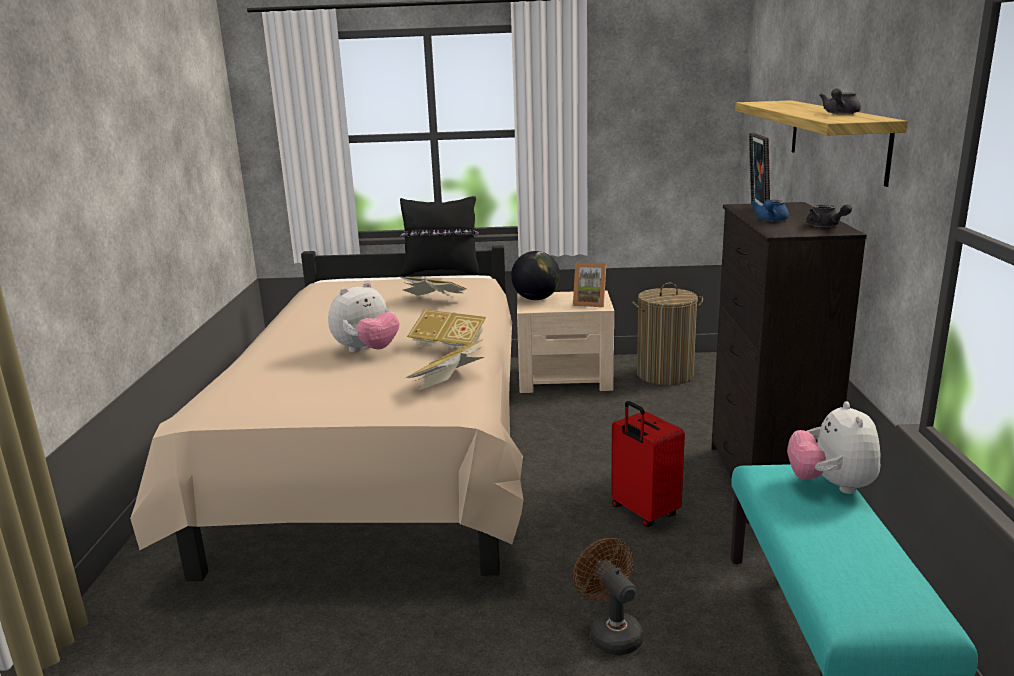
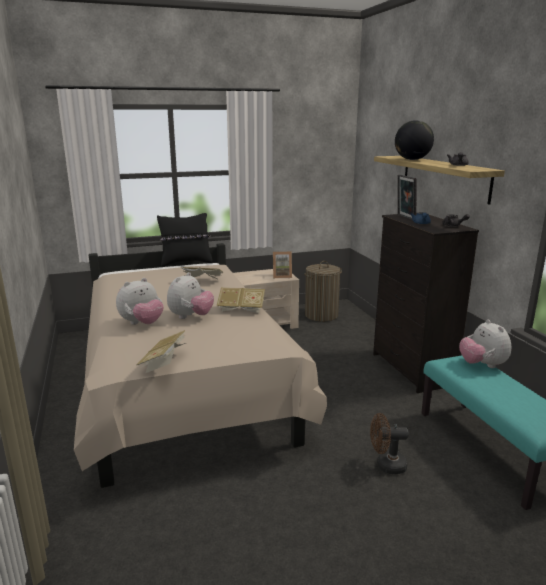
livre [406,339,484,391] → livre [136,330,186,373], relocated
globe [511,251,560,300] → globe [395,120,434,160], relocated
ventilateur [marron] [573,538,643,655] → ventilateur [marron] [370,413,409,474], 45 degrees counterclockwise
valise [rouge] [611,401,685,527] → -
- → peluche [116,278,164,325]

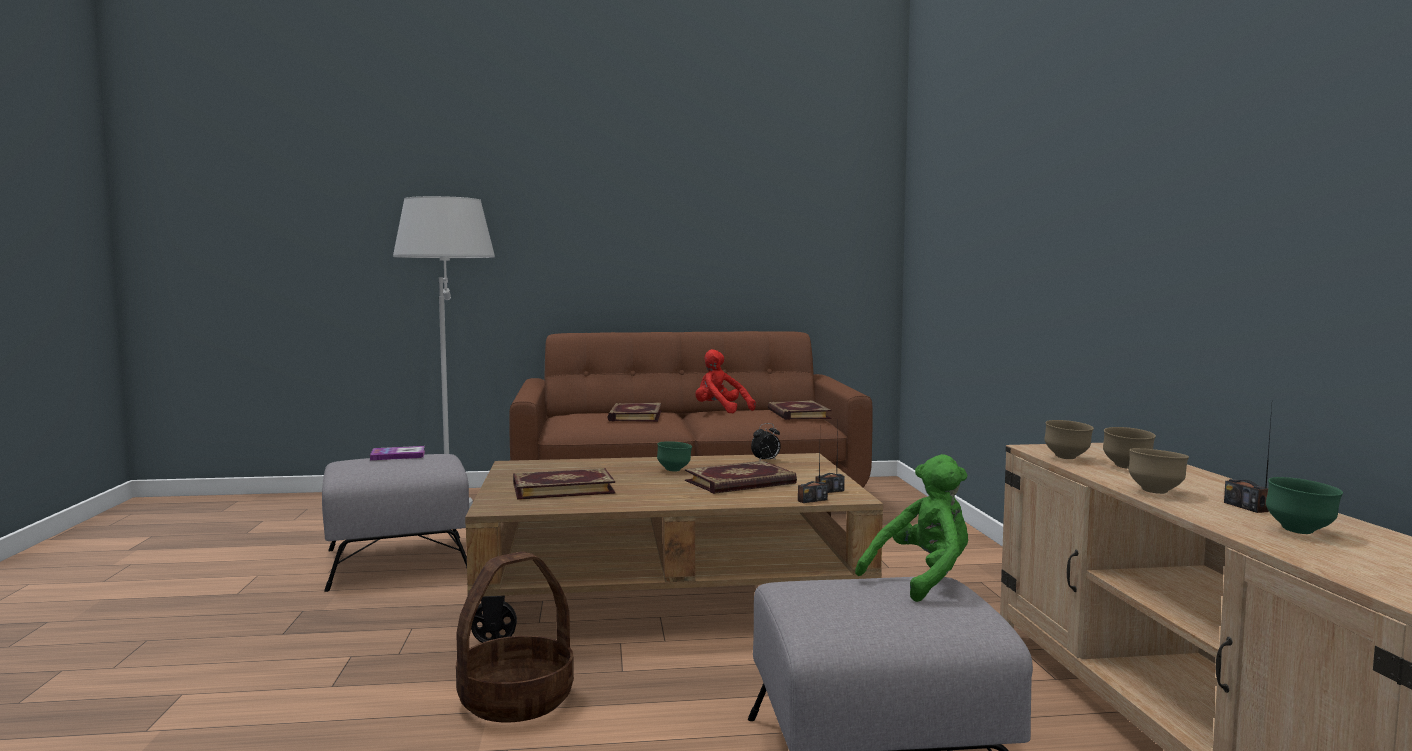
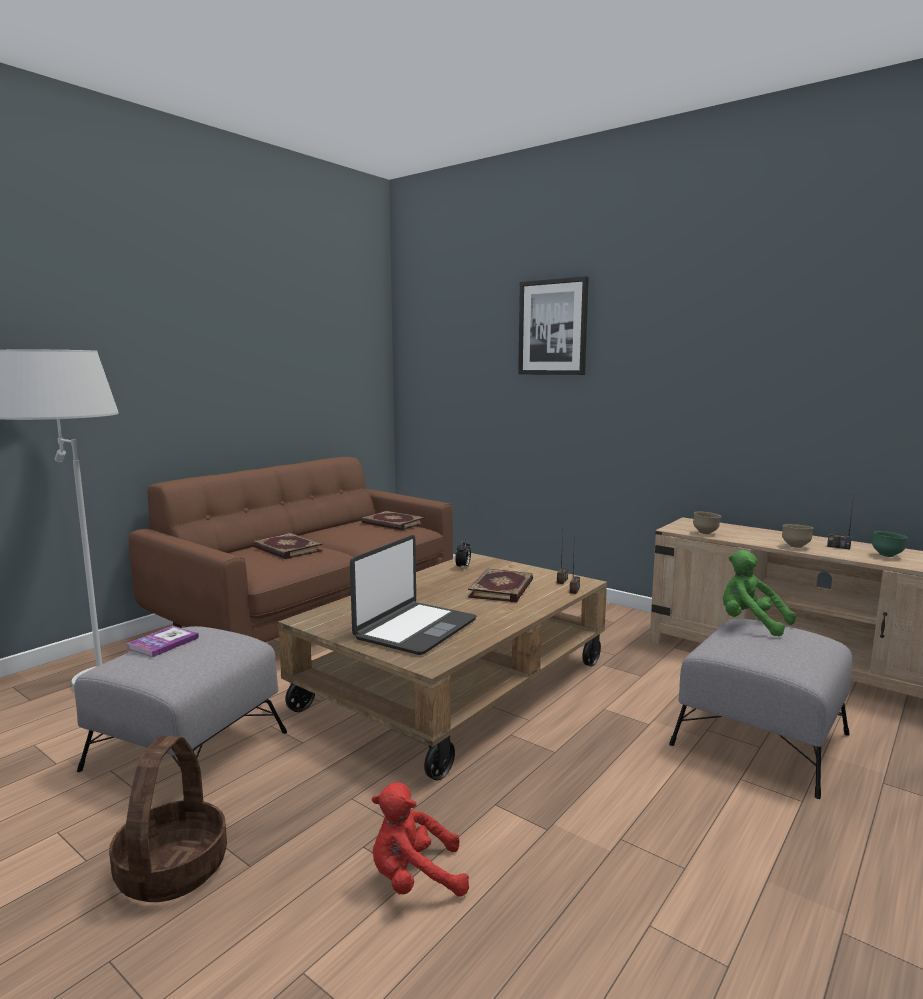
panier [456,551,574,722] → panier [109,736,227,902], relocated
livre [513,468,615,500] → ordinateur portable [350,535,476,655]
bol [vert] [657,441,692,472] → -
peluche [rouge] [695,349,756,413] → peluche [rouge] [372,782,469,896], relocated
peluche [vert] [855,454,968,602] → peluche [vert] [723,550,796,636], 60 degrees counterclockwise
bol [marron] [1103,427,1156,469] → -
- → tableau [518,276,589,375]

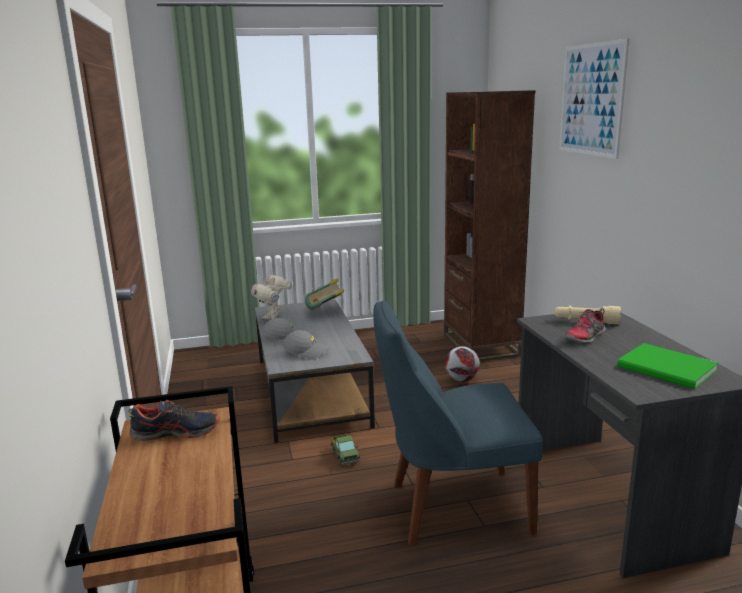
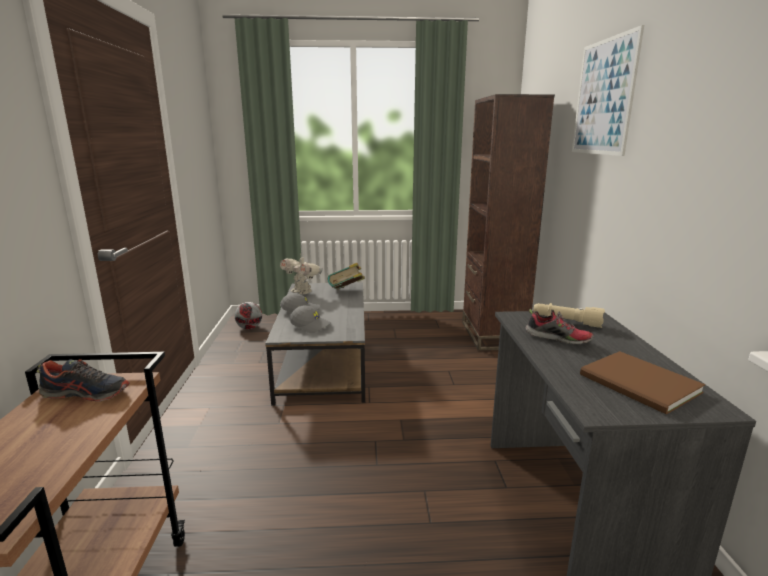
robot jouet [251,275,292,319] → robot jouet [280,255,323,294], 75 degrees counterclockwise
camion jouet [331,434,360,465] → -
chaise [bleu] [373,301,543,545] → -
ballon de foot [445,346,480,382] → ballon de foot [235,302,262,329], relocated
chaussure [565,308,605,343] → chaussure [525,309,594,345], 120 degrees counterclockwise
livre [vert] [617,343,718,389] → livre [marron] [580,351,705,415]

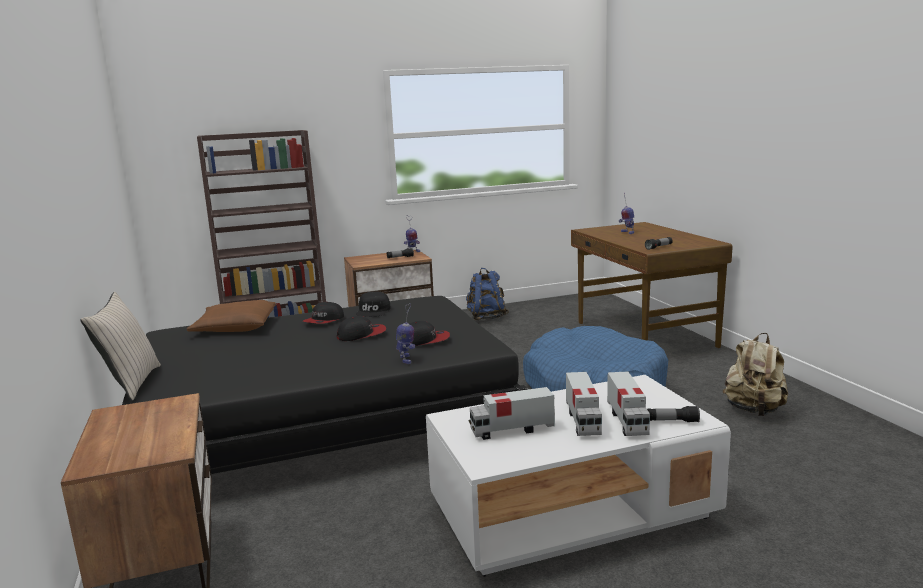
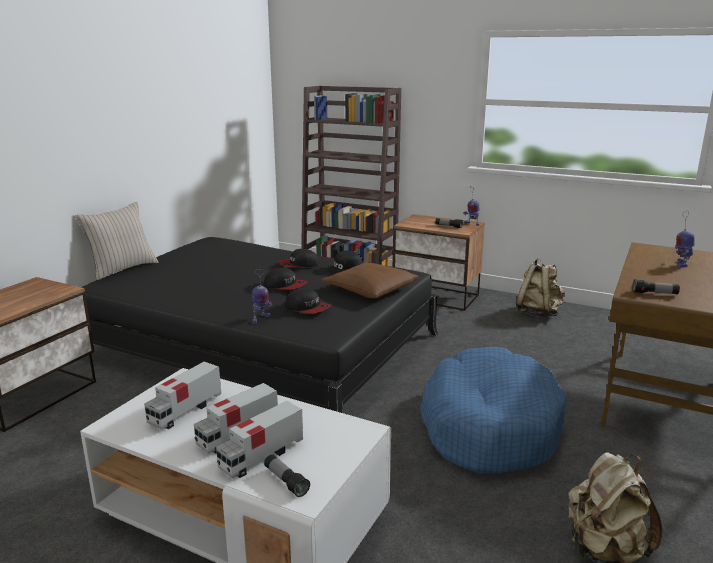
coussin [marron] [187,300,276,332] → coussin [marron] [321,262,419,298], relocated
sac à dos [bleu] [466,268,509,321] → sac à dos [beige] [516,258,565,317]
camion jouet [468,387,555,440] → camion jouet [144,361,221,430], 90 degrees counterclockwise

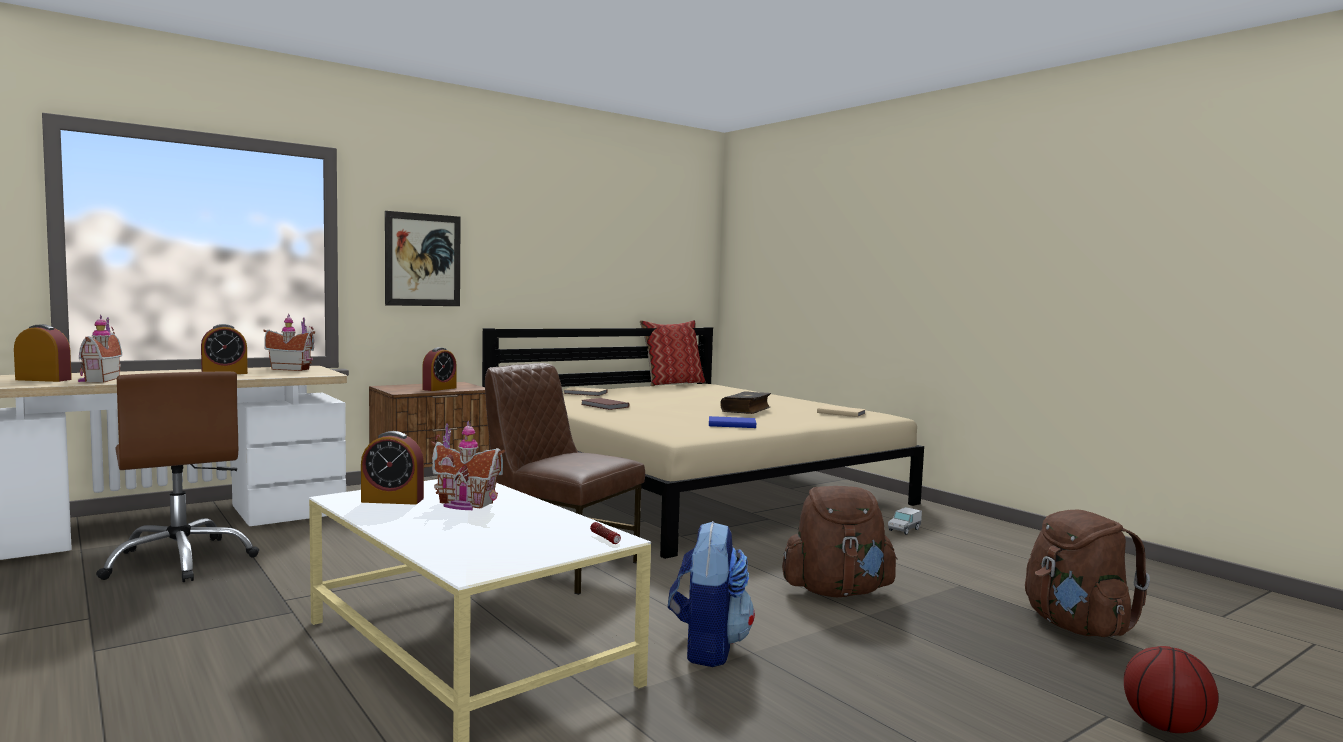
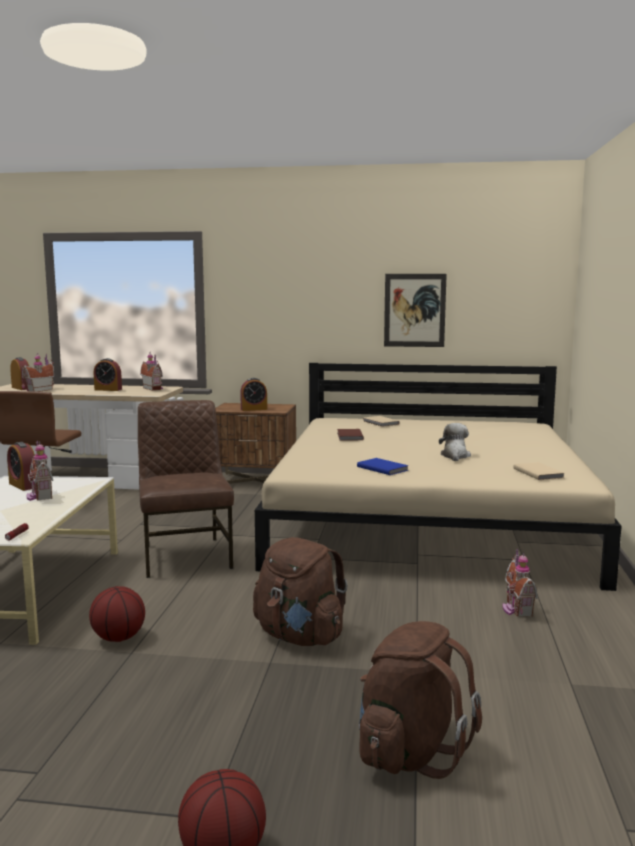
tableau [385,211,461,306] → tableau [384,274,447,347], relocated
coussin [640,320,706,386] → -
sac à dos [668,521,755,667] → ballon de basket [89,586,145,642]
livre [720,391,771,414] → peluche [439,423,471,461]
camion jouet [888,507,922,535] → maison miniature [503,549,538,616]

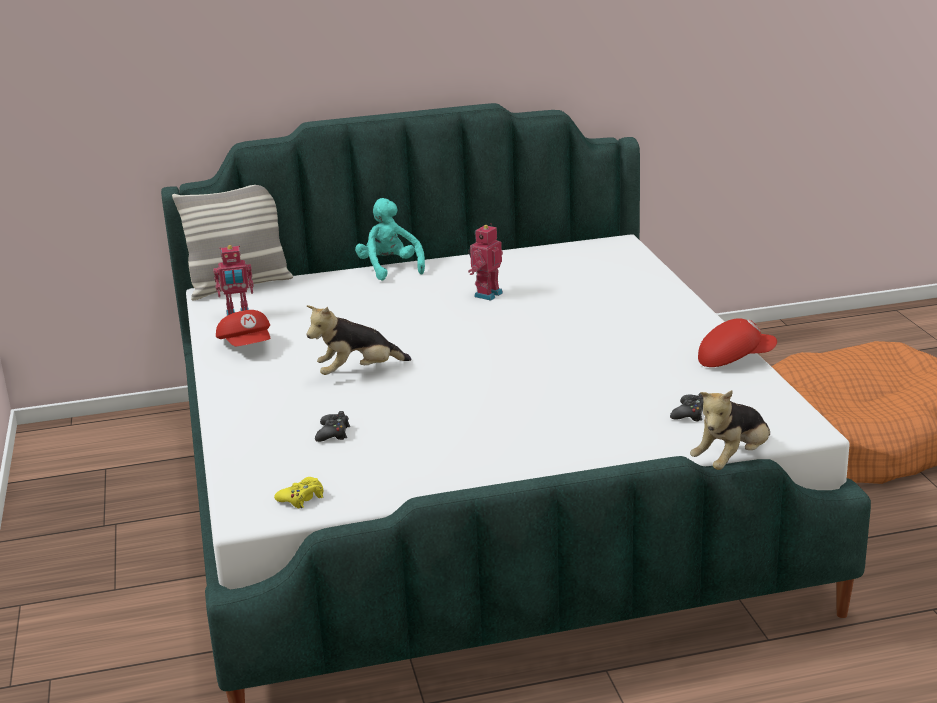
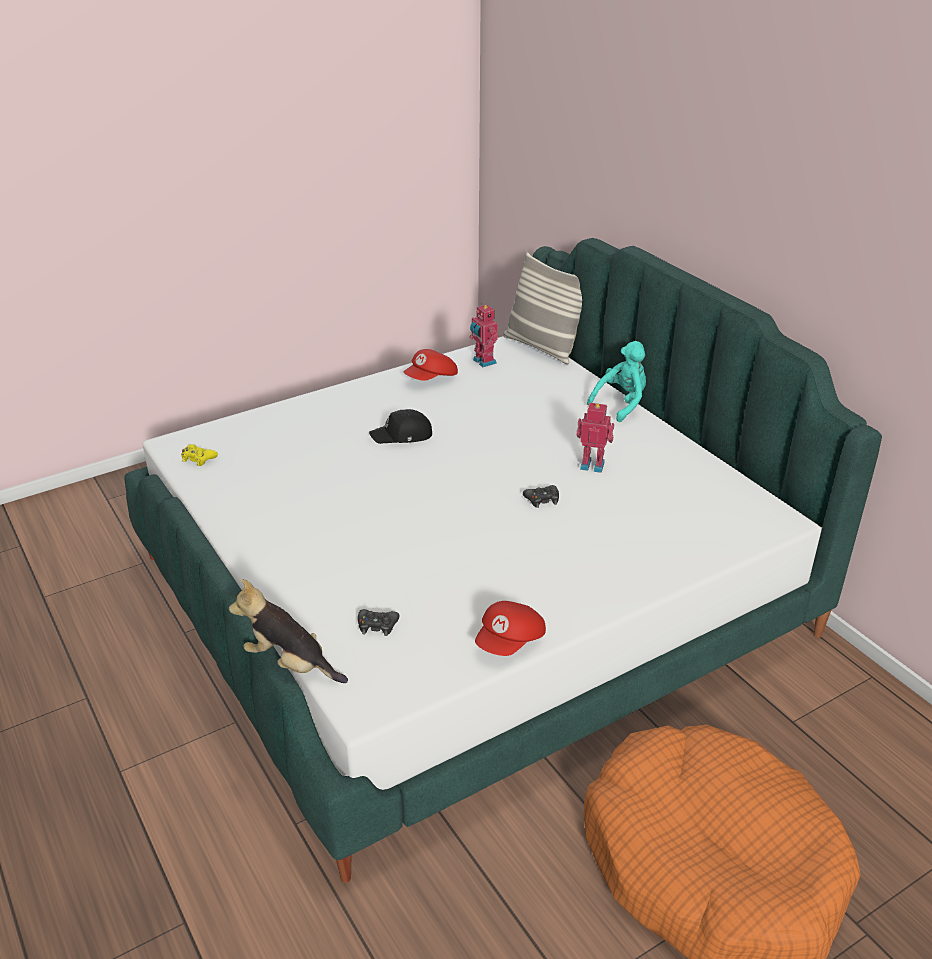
peluche [306,305,412,375] → casquette [noir] [369,409,432,444]
manette [noir] [315,411,350,442] → manette [noir] [523,485,559,508], relocated
casquette [rouge] [698,318,777,367] → casquette [rouge] [475,601,546,656], 60 degrees clockwise

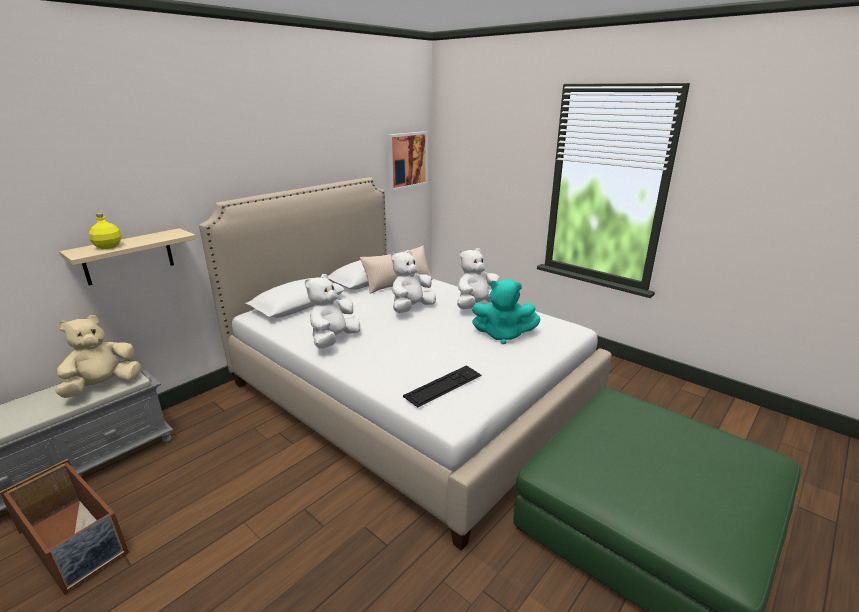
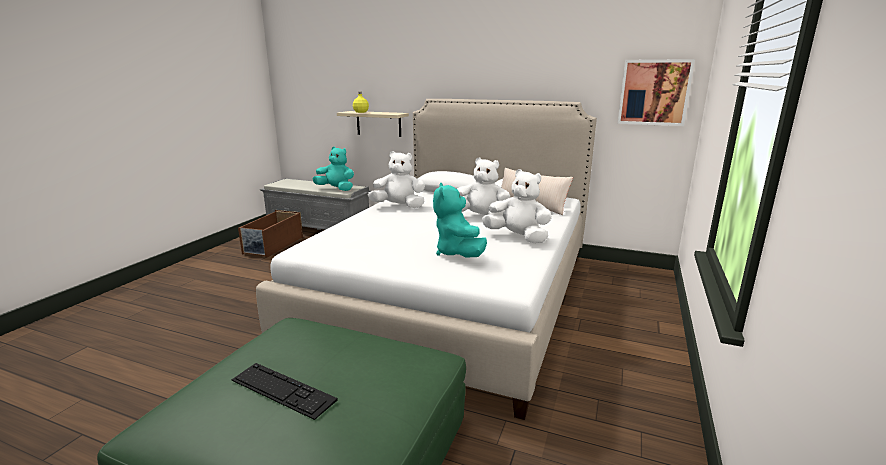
peluche [beige] [55,315,141,398] → peluche [turquoise] [313,146,354,191]
clavier [403,365,482,407] → clavier [232,363,338,420], relocated

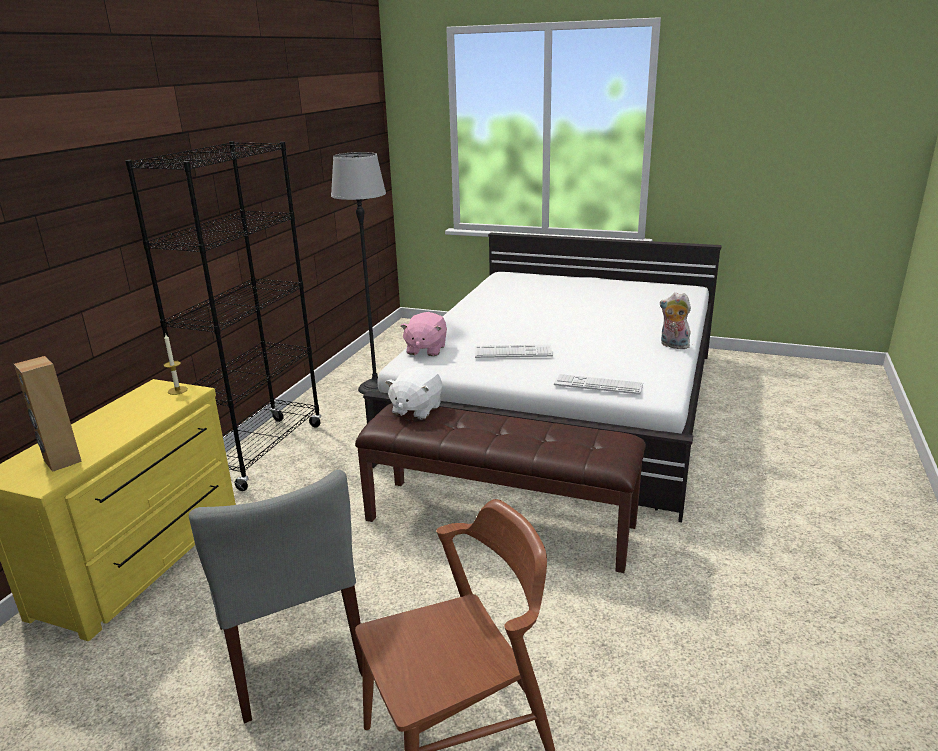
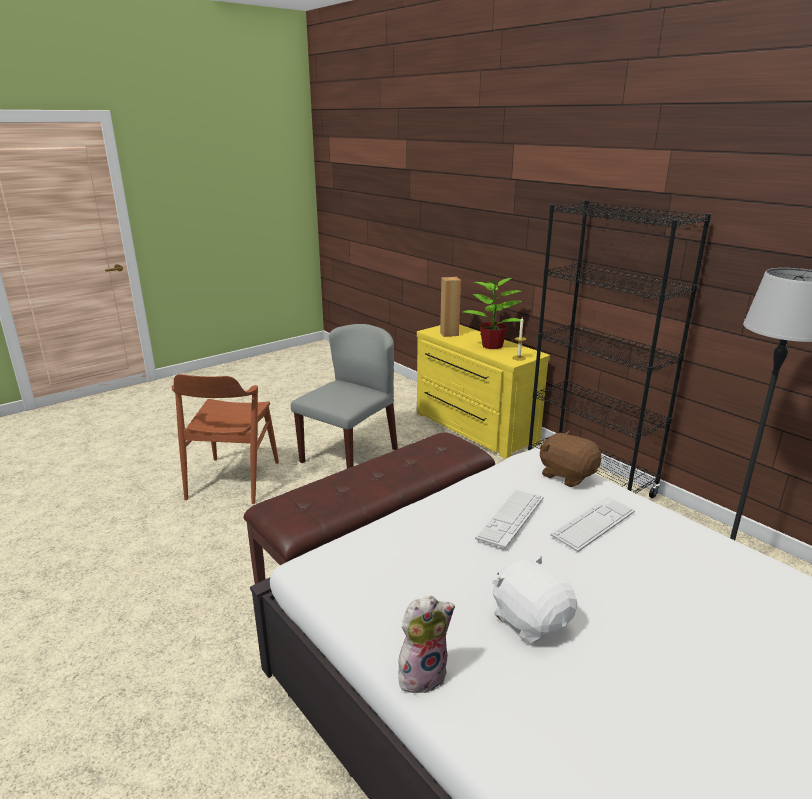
chaise [gris] [189,470,362,723] → chaise [gris] [291,324,398,469], 120 degrees clockwise
peluche [blanc] [386,367,442,420] → peluche [blanc] [492,556,577,643], relocated
peluche [rose] [401,312,447,356] → peluche [marron] [540,431,601,487]
clavier [554,374,643,394] → clavier [550,496,635,552], relocated
- → plante en pot [462,278,524,349]

